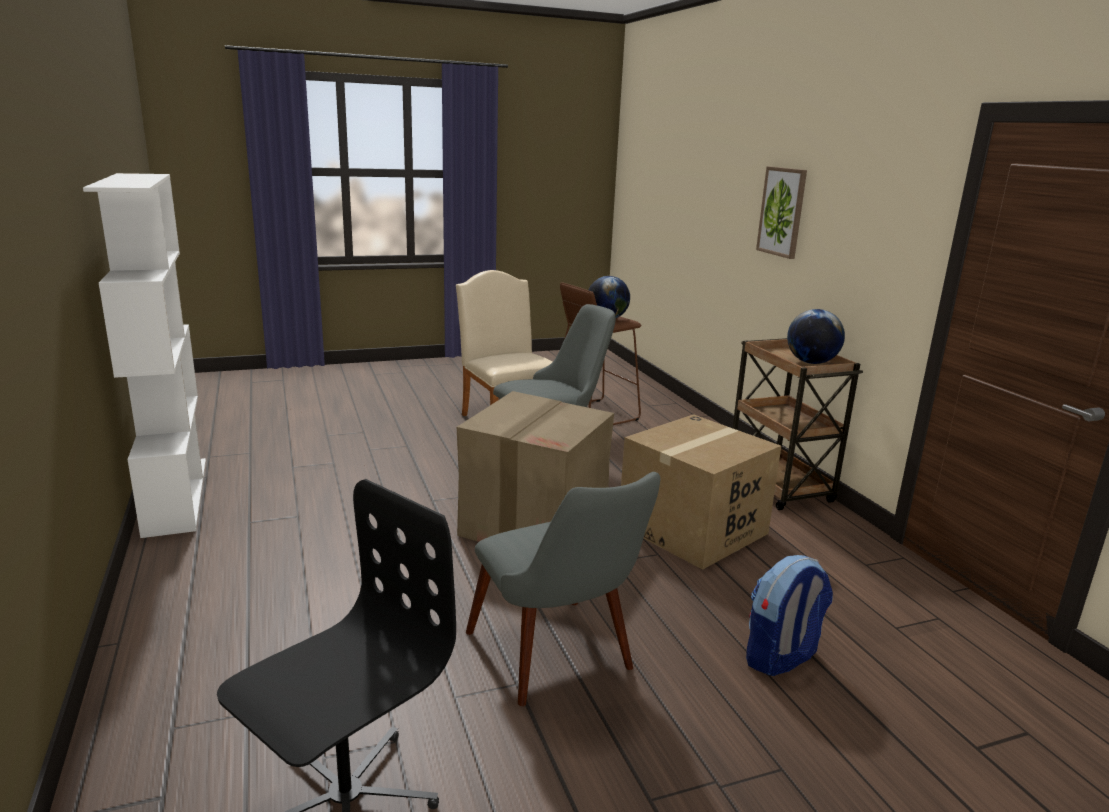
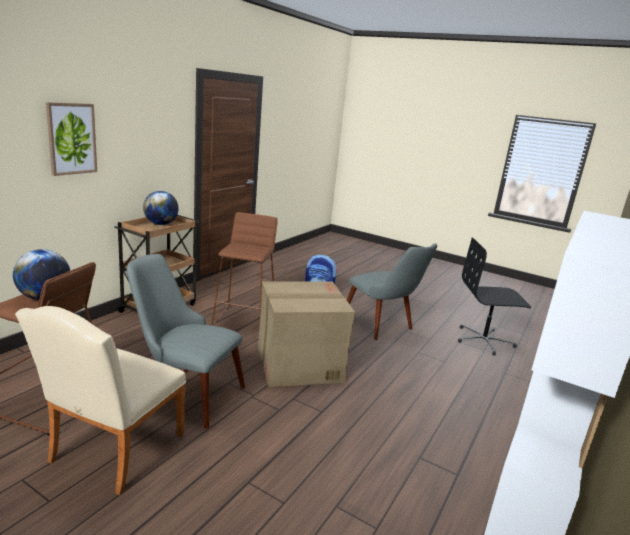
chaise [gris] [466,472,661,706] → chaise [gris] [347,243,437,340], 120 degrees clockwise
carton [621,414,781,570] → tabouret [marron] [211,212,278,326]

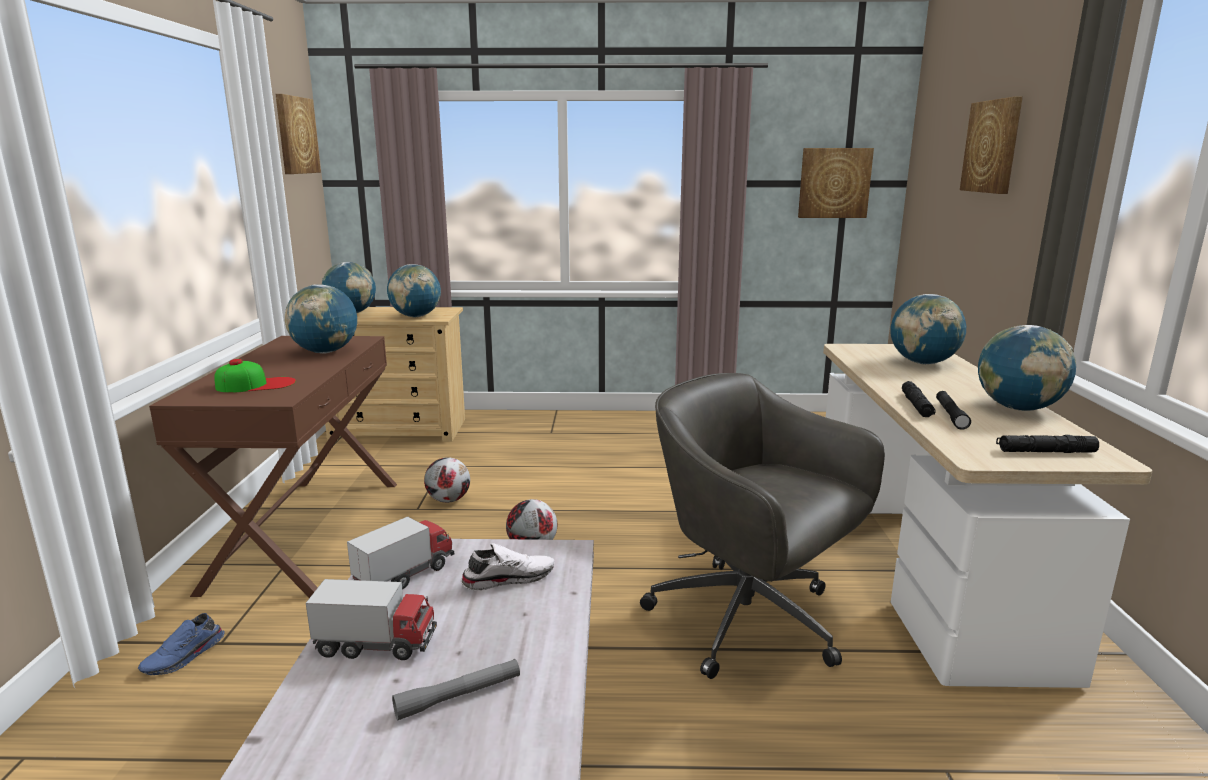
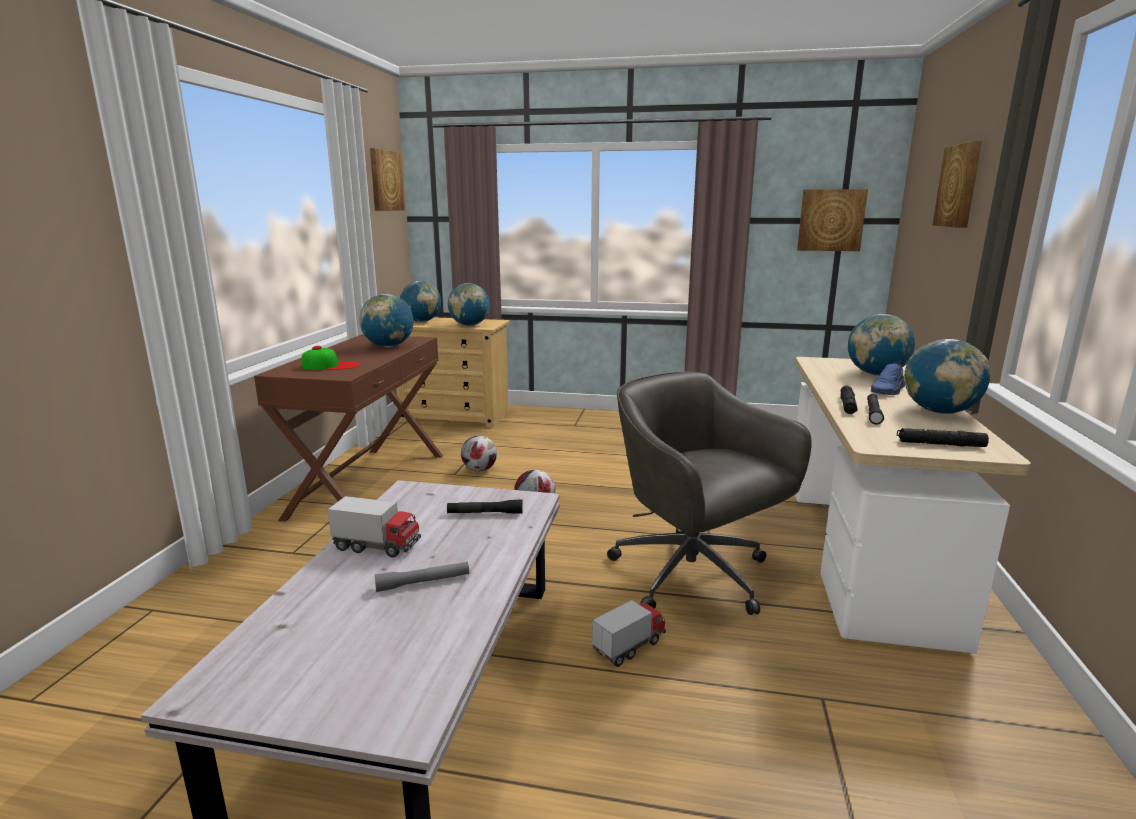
chaussure [bleu] [138,613,225,675] → chaussure [bleu] [871,363,905,395], relocated
camion jouet [347,517,454,589] → camion jouet [592,600,666,667], relocated
chaussure [blanc] [460,543,555,591] → lampe de poche [noir] [447,499,523,513]

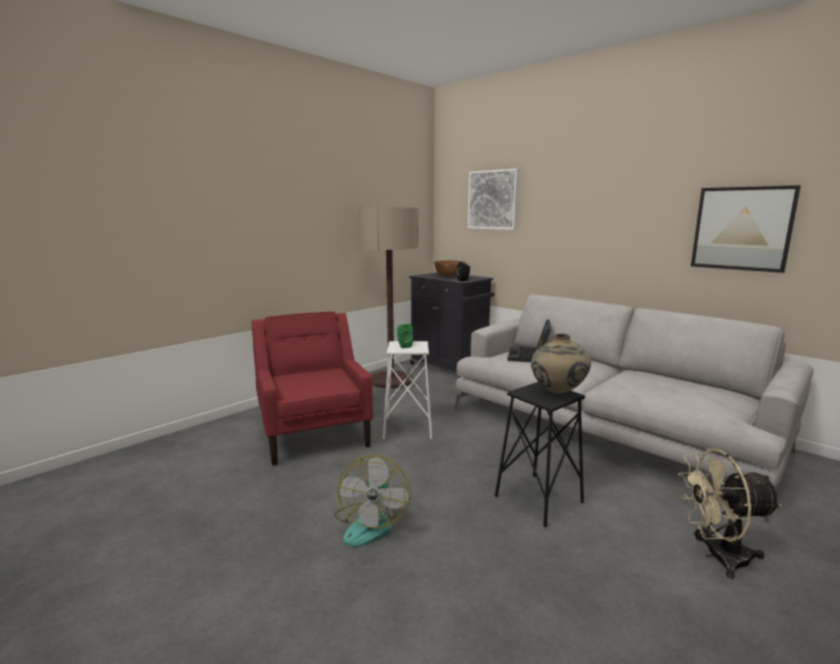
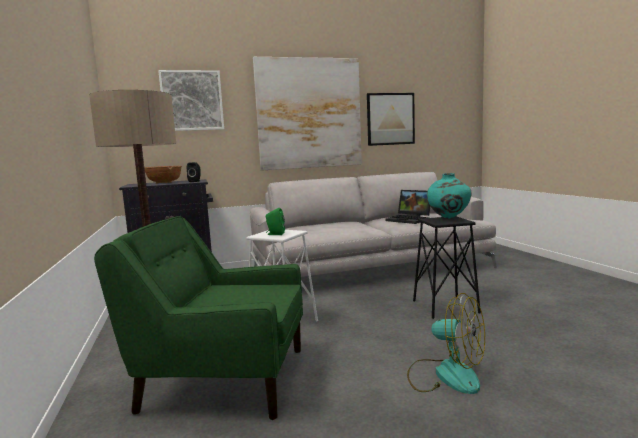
fauteuil [rouge] [252,312,373,465] → fauteuil [vert] [94,216,303,420]
ordinateur portable [507,319,551,362] → ordinateur portable [385,190,430,224], relocated
vase [beige] [531,333,591,394] → vase [turquoise] [427,173,472,219]
ventilateur [beige] [678,449,782,579] → -
- → tableau [253,57,362,171]

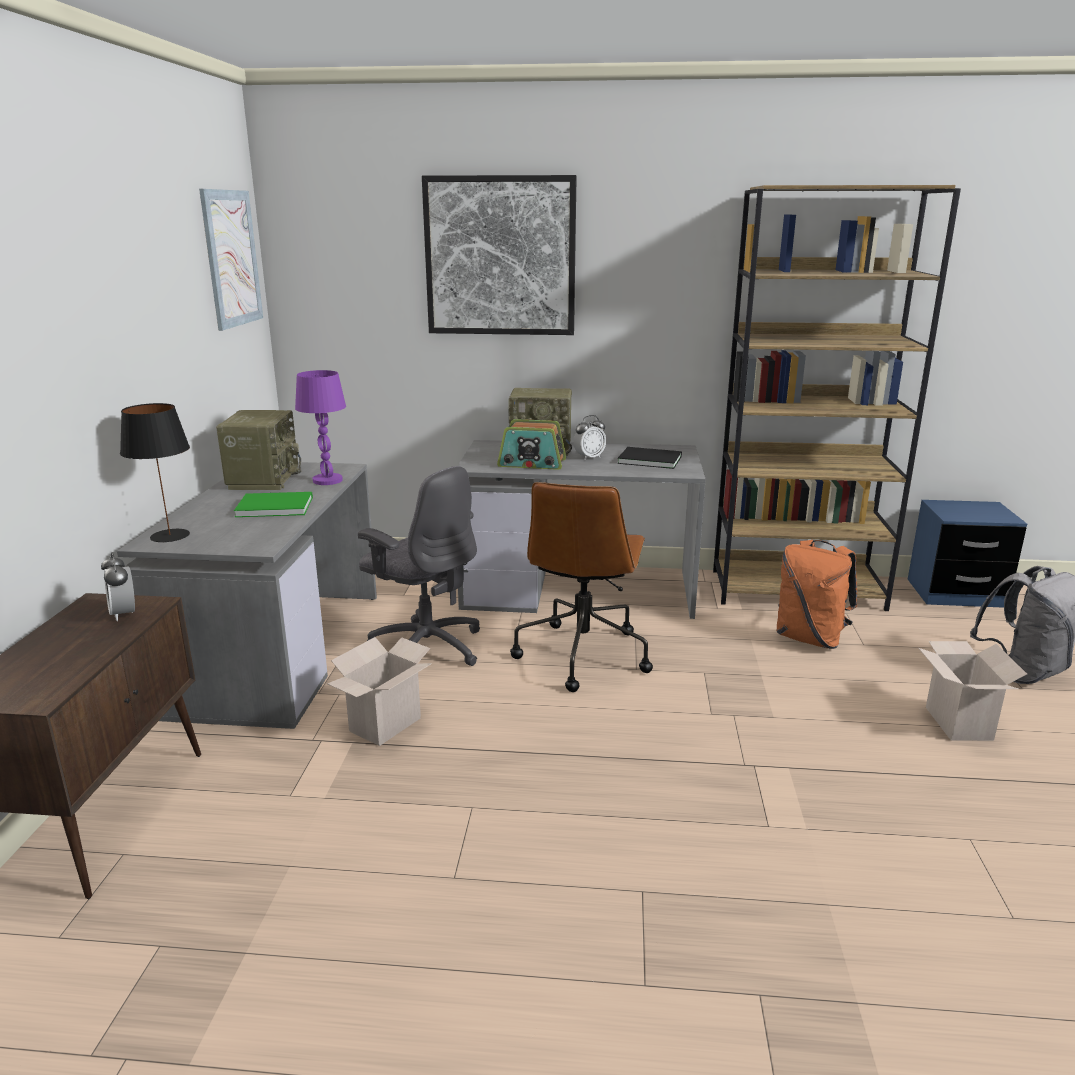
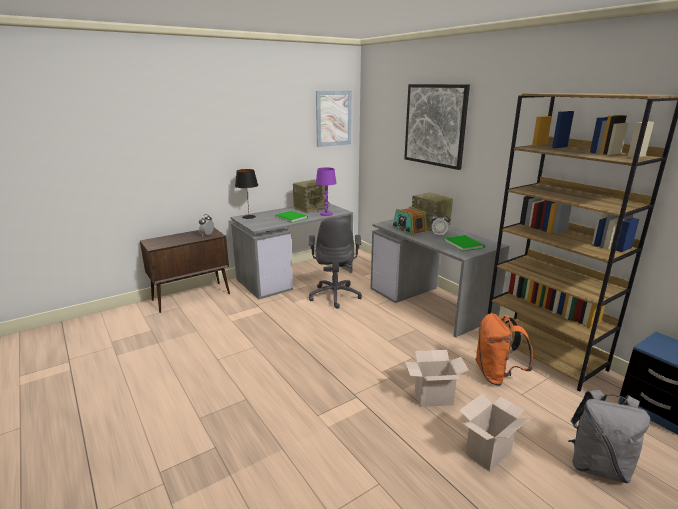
carton [327,637,432,746] → carton [405,350,469,407], relocated
chaise de bureau [marron] [510,482,653,692] → -
livre [noir] [618,447,682,469] → livre [vert] [445,235,485,251]

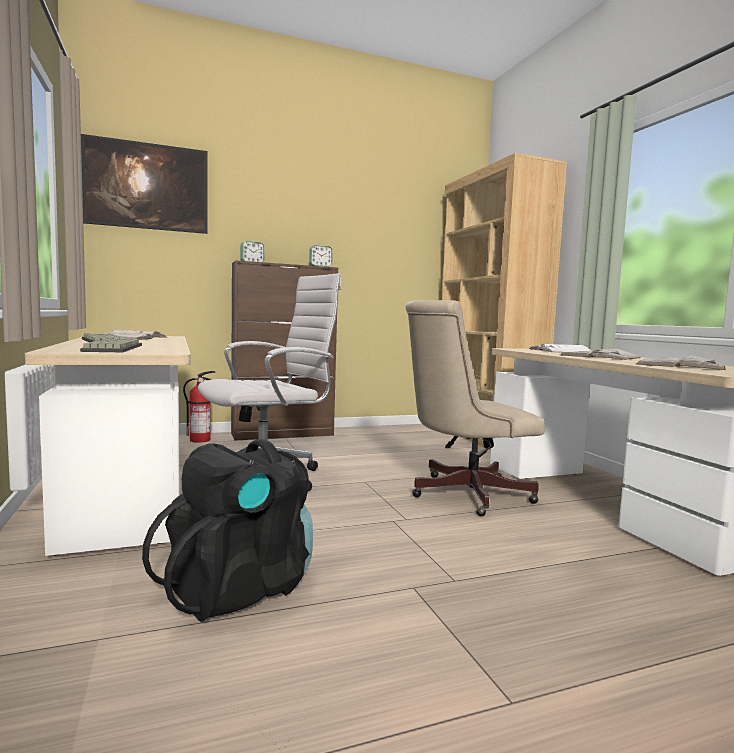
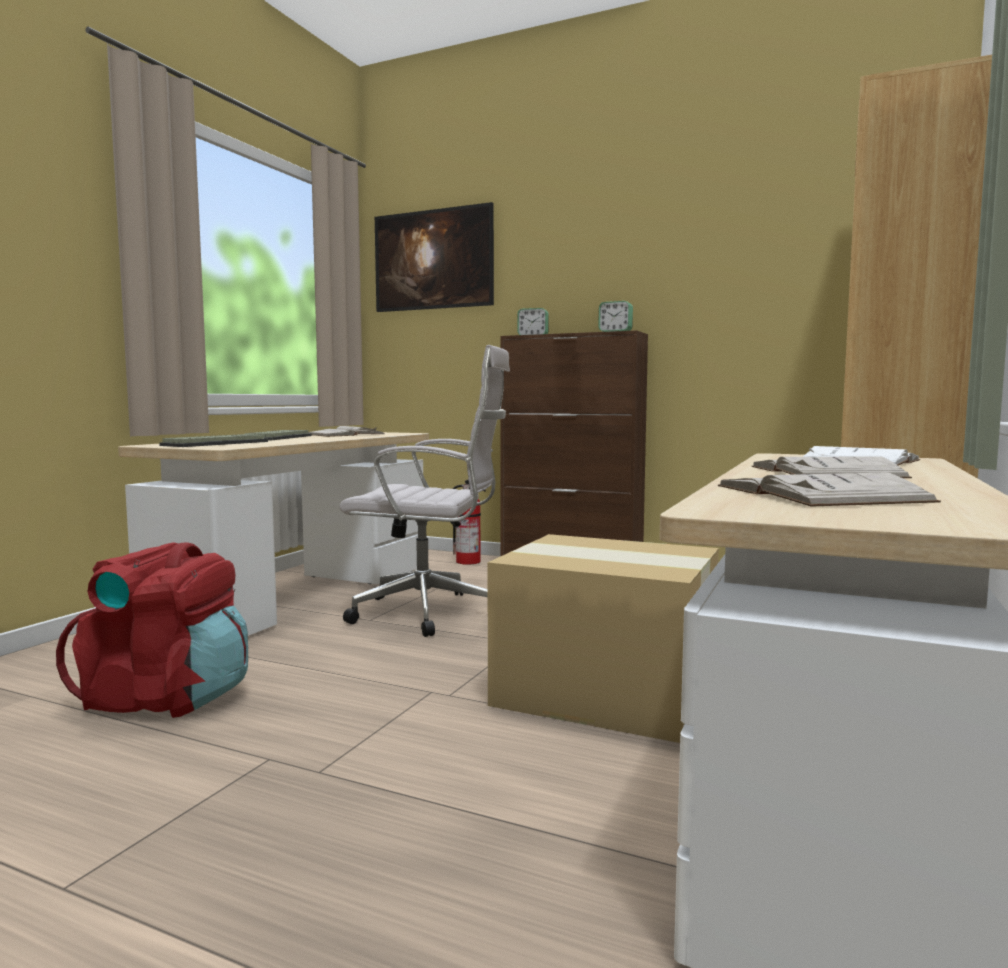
sac à dos [noir] [142,439,313,622] → sac à dos [rouge] [56,542,248,718]
chaise de bureau [beige] [406,300,545,517] → carton [487,534,719,743]

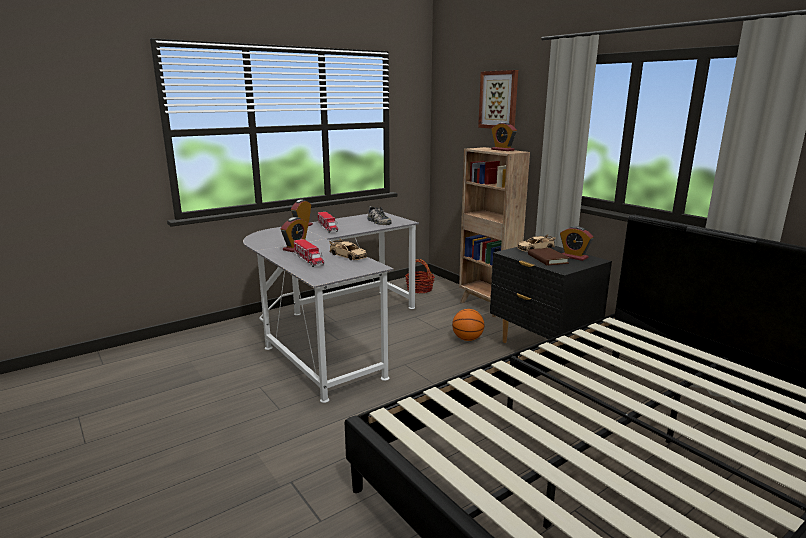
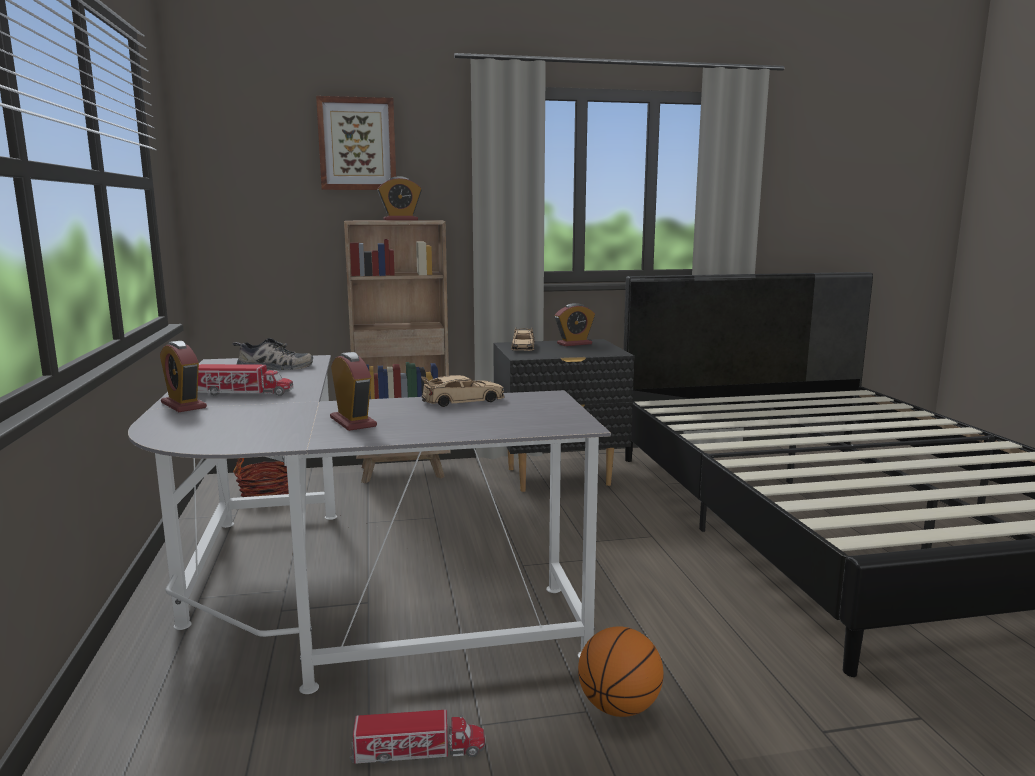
camion jouet [294,239,324,267] → camion jouet [349,710,485,764], relocated
ballon de basket [452,309,484,341] → ballon de basket [578,626,663,717], relocated
livre [marron] [528,248,569,265] → -

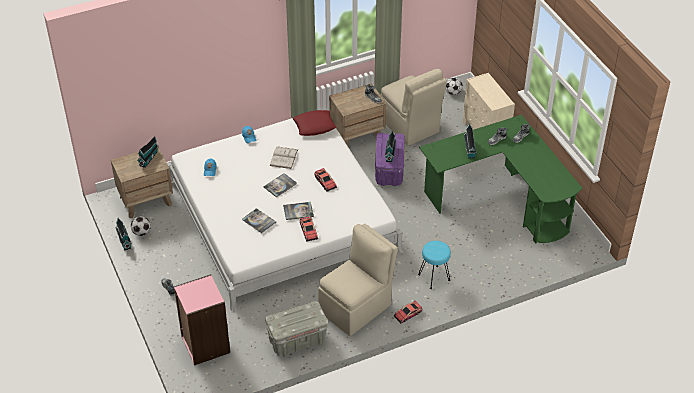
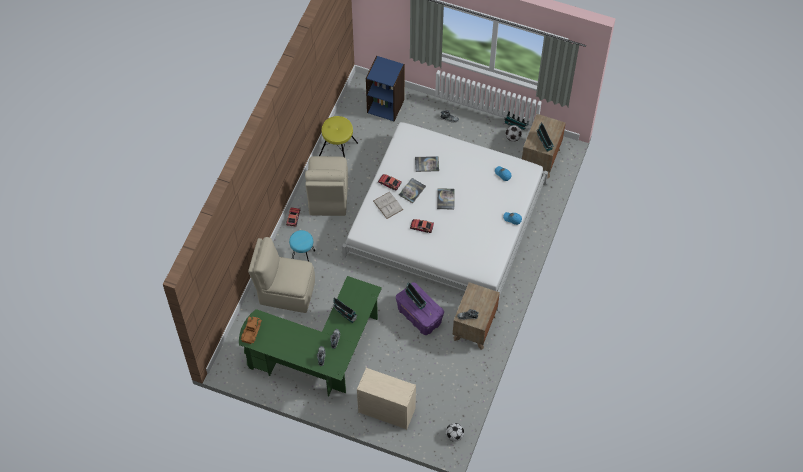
bibliothèque [rose] [174,274,230,366] → bibliothèque [bleu] [366,55,405,121]
boîte de rangement [gris] [265,301,328,356] → tabouret [jaune] [319,116,358,157]
livre [blanc] [270,147,298,169] → livre [blanc] [373,192,403,219], relocated
coussin [rouge] [293,110,336,136] → -
chaise [beige] [380,69,447,146] → chaise [beige] [248,237,315,313], relocated
- → camion jouet [241,317,262,344]

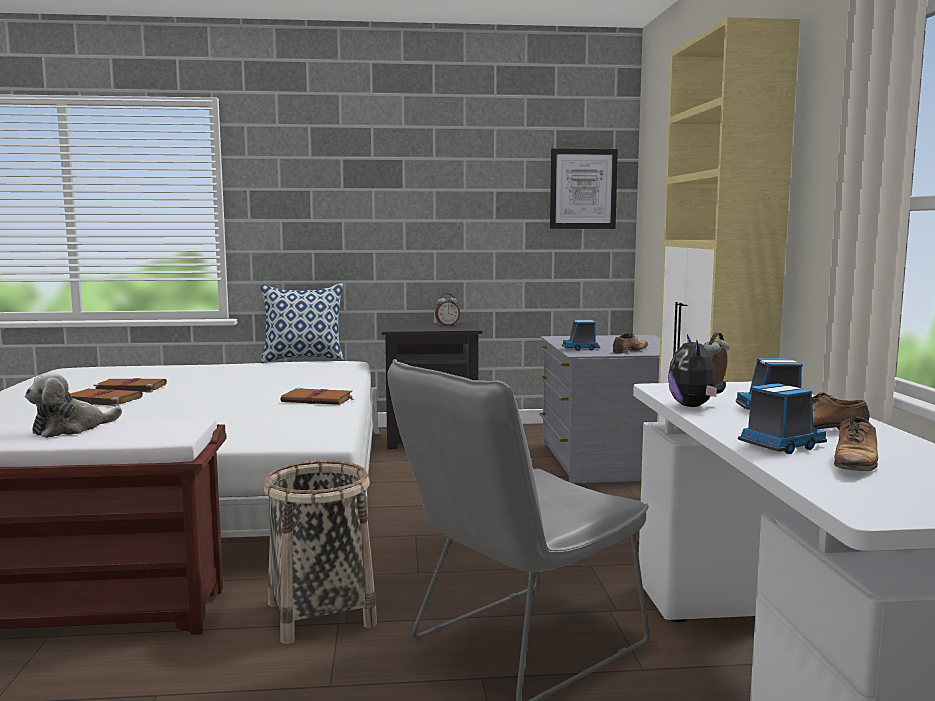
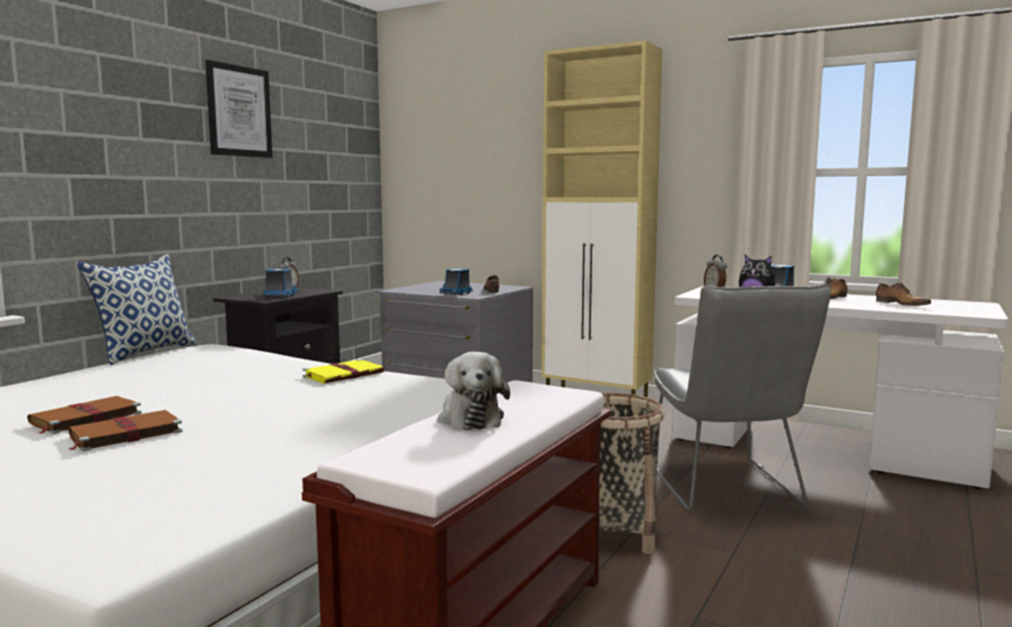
livre [marron] [281,388,354,405] → livre [jaune] [303,359,384,384]
tableau [550,148,618,229] → tableau [205,60,272,158], relocated
camion jouet [738,383,827,454] → camion jouet [262,269,298,298], relocated

